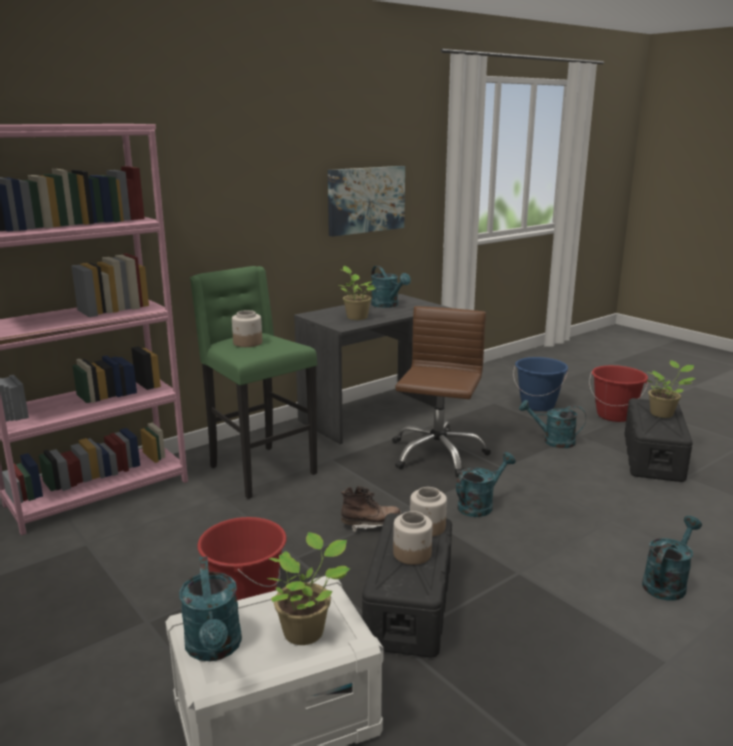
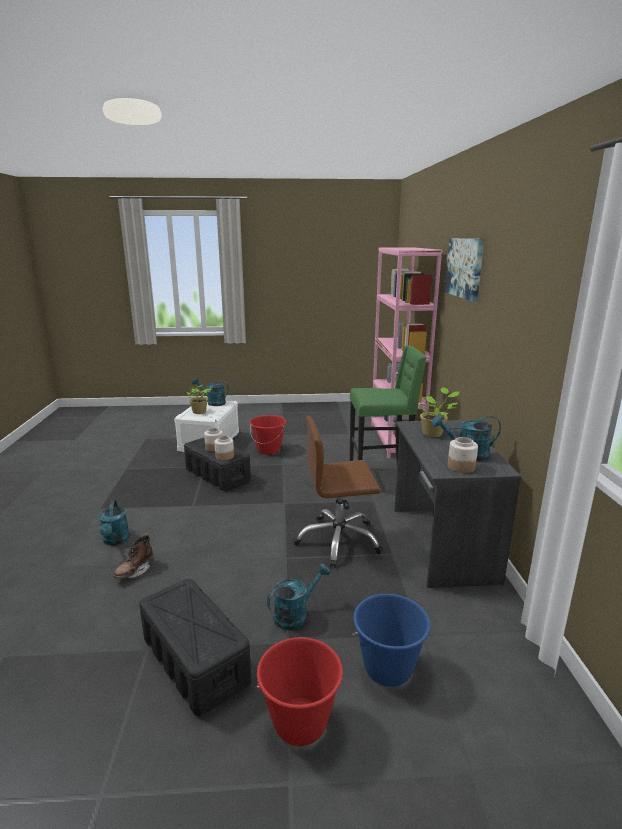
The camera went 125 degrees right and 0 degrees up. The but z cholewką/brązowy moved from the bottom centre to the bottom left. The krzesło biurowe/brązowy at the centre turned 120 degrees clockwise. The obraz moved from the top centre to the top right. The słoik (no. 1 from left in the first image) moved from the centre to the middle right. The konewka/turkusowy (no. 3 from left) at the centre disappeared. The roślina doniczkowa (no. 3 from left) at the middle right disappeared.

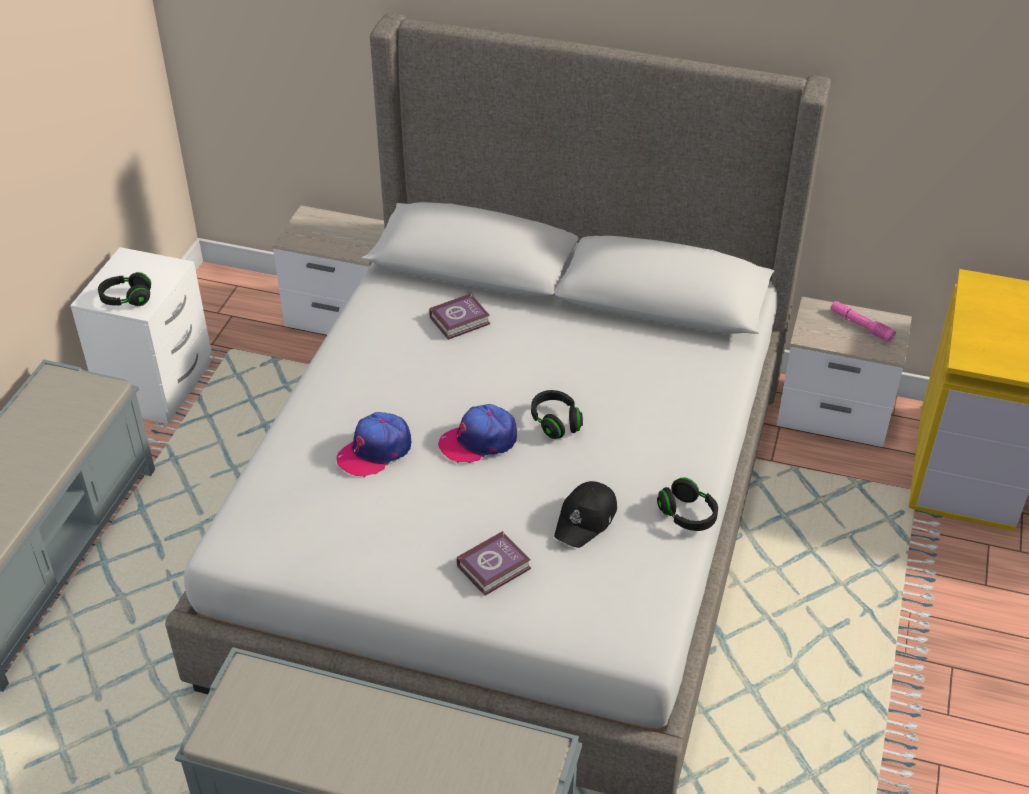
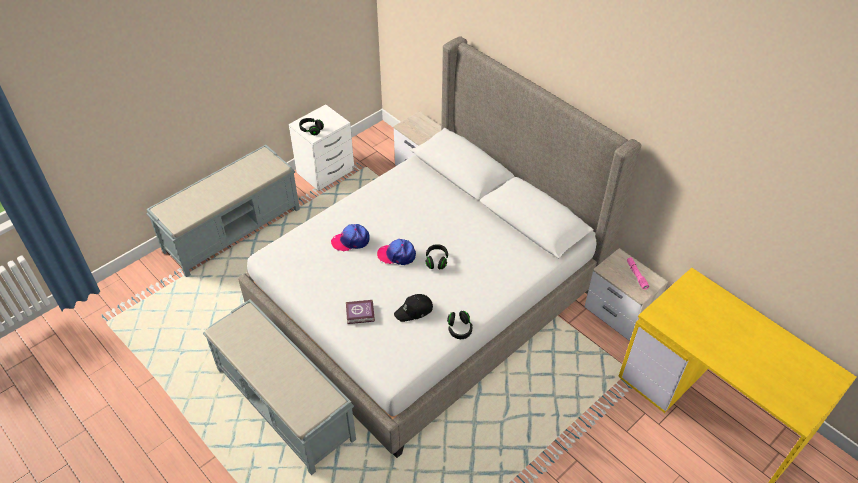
The camera went 30 degrees right and 5 degrees up. The książka (no. 1 from left) at the centre disappeared.

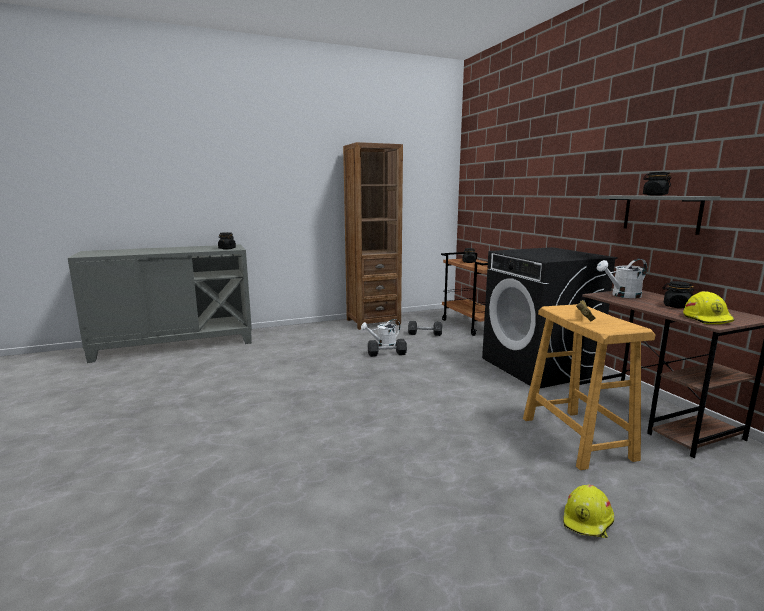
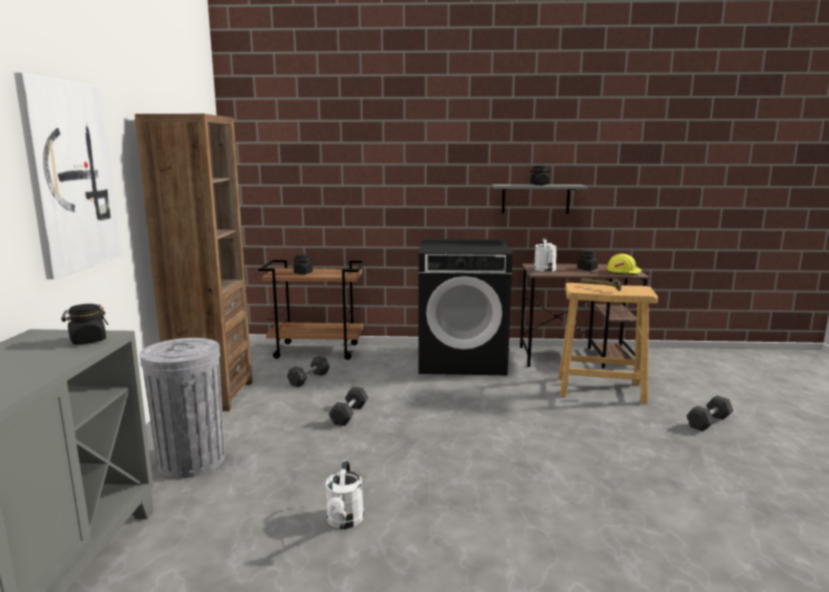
The camera went 65 degrees left and 0 degrees up. The obraz at the top left appeared. The kosz na śmieci/szary at the bottom left appeared. The konewka/biały (no. 1 from left) moved from the centre to the bottom centre. The kask/żółty (no. 1 from left) at the bottom right was replaced by the hantel/czarny (no. 3 from left) at the bottom right.

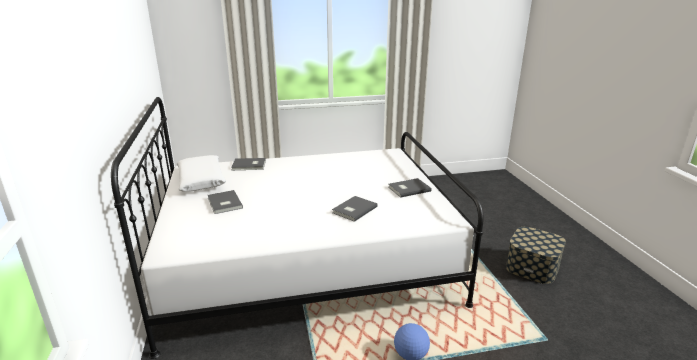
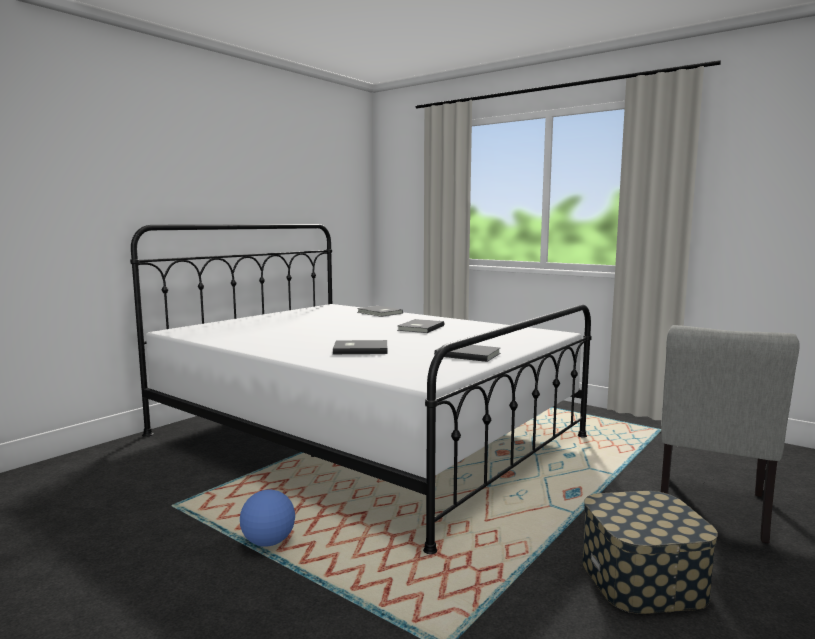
The camera went 50 degrees right and 15 degrees down. The książka/szary (no. 1 from left in the first image) moved from the middle left to the centre. The krzesło/szary at the bottom right appeared. The poduszka/biały at the middle left disappeared.

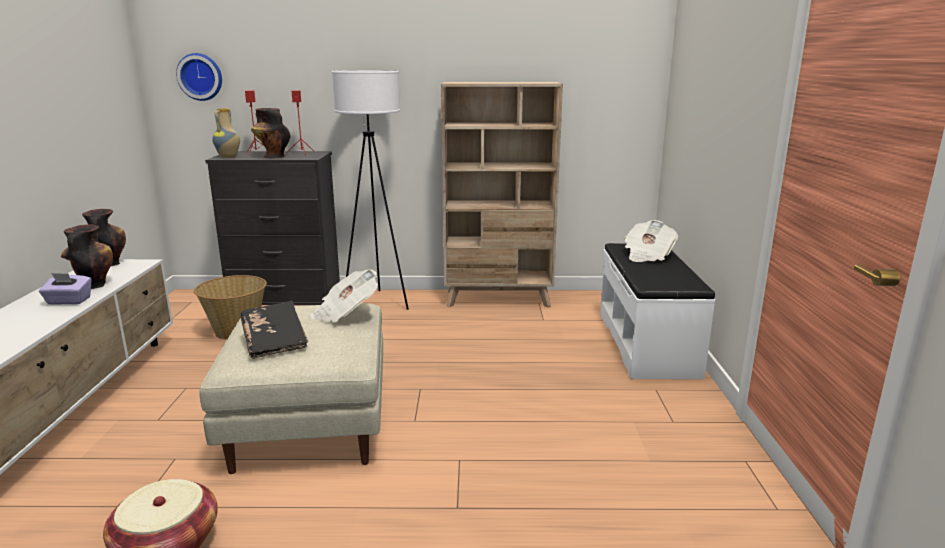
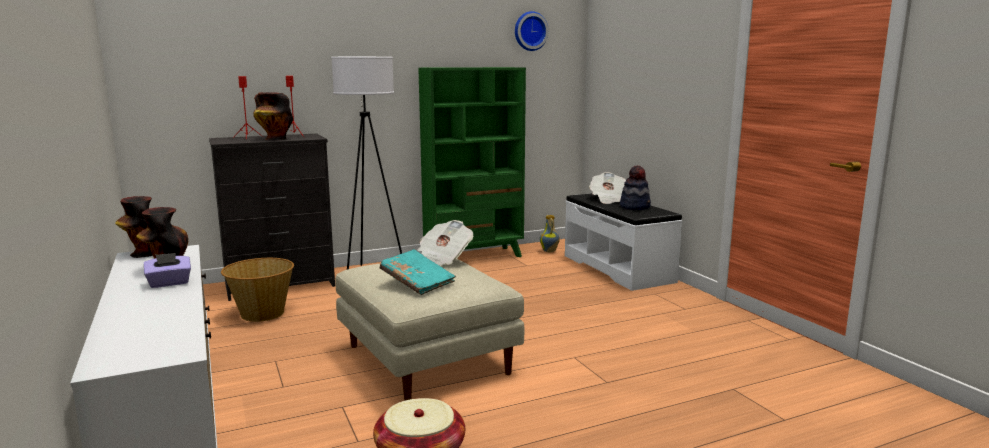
The camera went 25 degrees left and 5 degrees down. The książka/czarny at the middle left became the książka/turkusowy at the centre. The regał/beżowy at the centre became the regał/zielony at the centre. The zegar ścienny moved from the top left to the top centre. The wazon (no. 3 from left in the first image) moved from the top left to the centre. The kapelusz at the centre appeared.

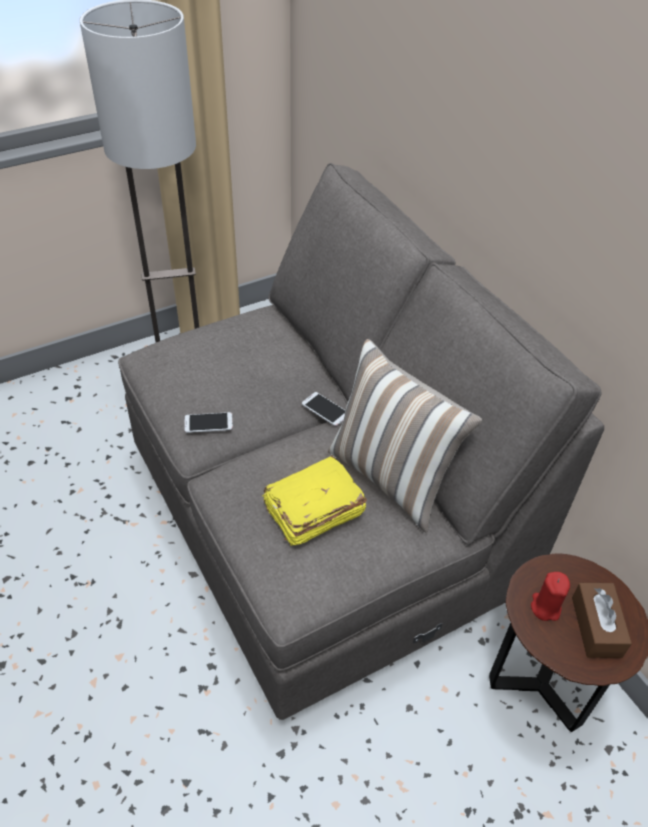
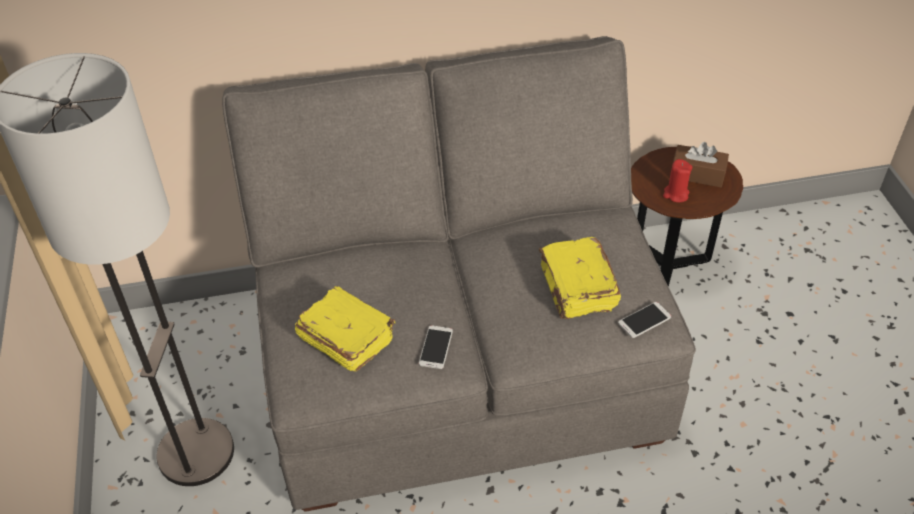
The camera went 70 degrees left and 0 degrees up. The książka/żółty (no. 1 from left) at the centre appeared. The telefon (no. 2 from left) moved from the centre to the middle right. The poduszka at the centre disappeared.

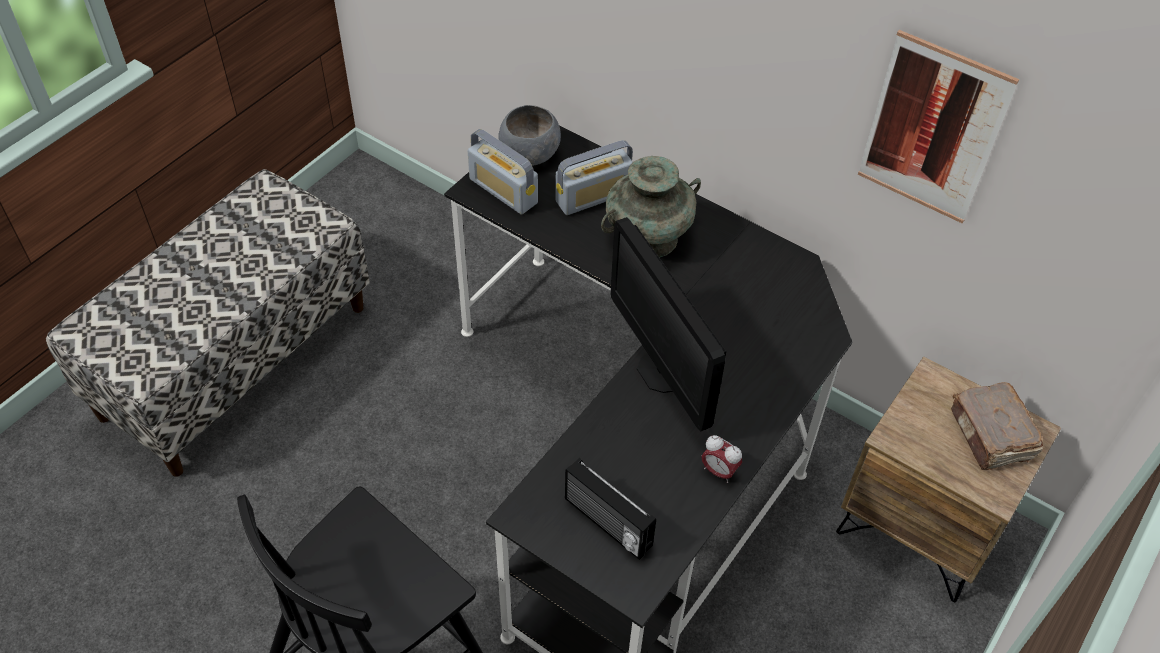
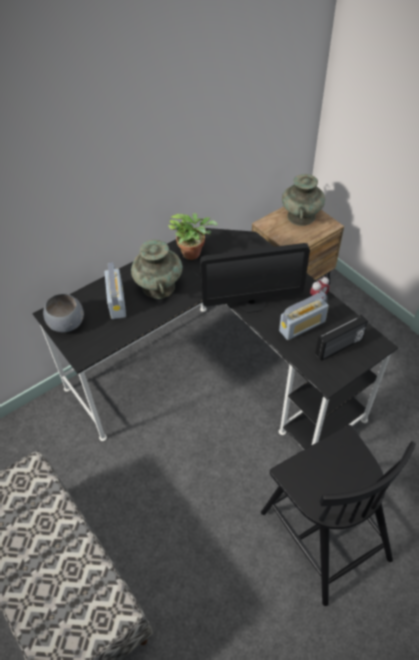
The camera went 70 degrees left and 0 degrees up. The roślina doniczkowa at the centre appeared. The radio (no. 1 from left in the first image) moved from the top centre to the middle right. The książka/brązowy at the middle right was replaced by the wazon/turkusowy (no. 2 from left) at the top right. The obraz at the top right disappeared.

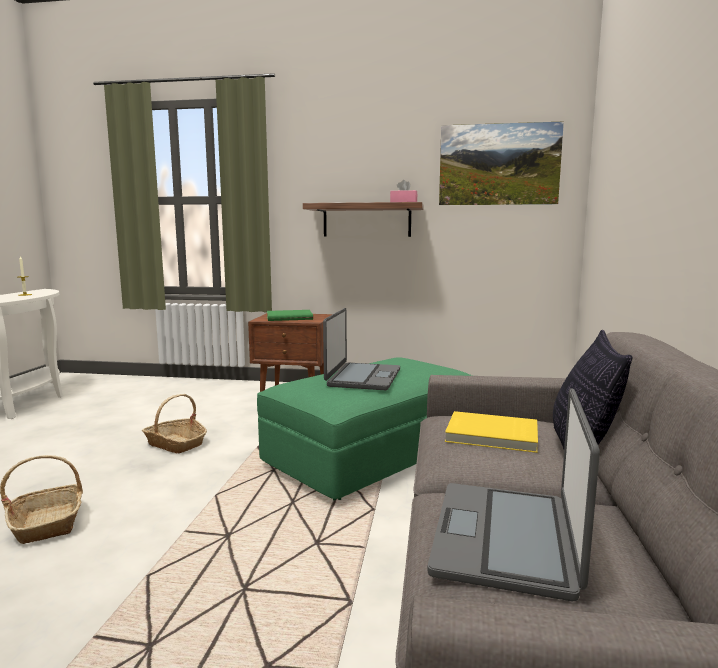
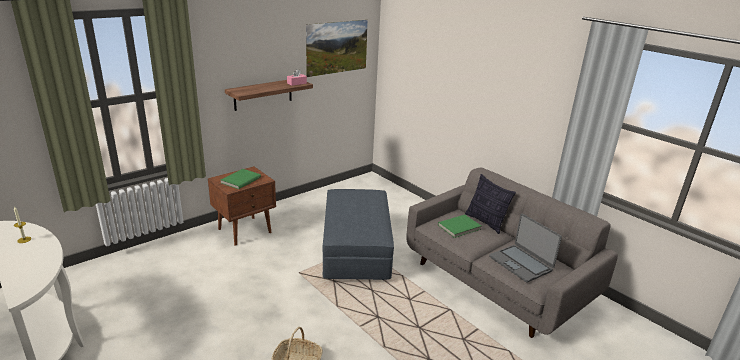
The camera went 50 degrees left and 15 degrees up. The pufa/zielony at the centre became the pufa/szary at the centre. The książka/żółty at the middle right became the książka/zielony (no. 2 from left) at the centre. The koszyk (no. 2 from left) at the middle left disappeared. The laptop (no. 1 from left) at the centre disappeared.

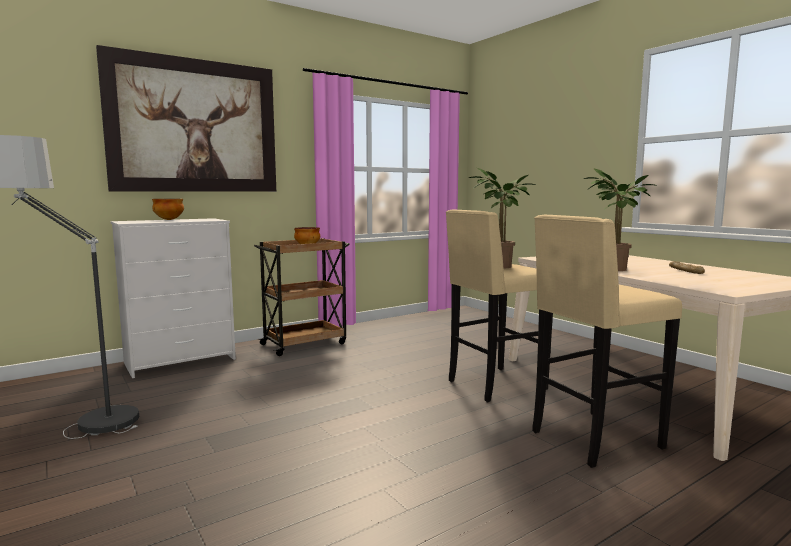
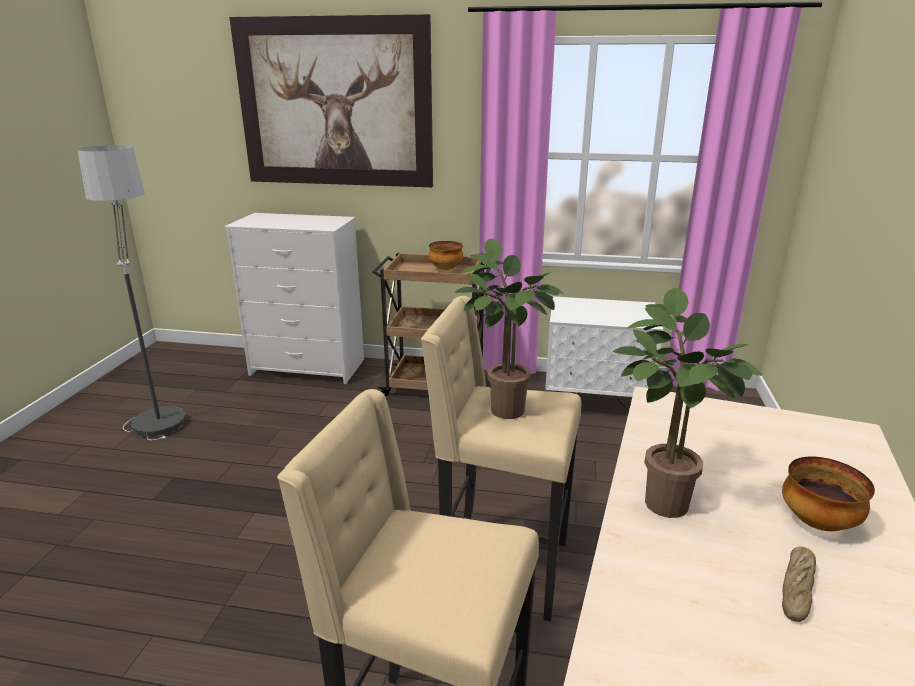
The camera went 45 degrees right and 15 degrees up. The szafka nocna/biały at the centre appeared. The miska (no. 1 from left in the first image) moved from the middle left to the bottom right.

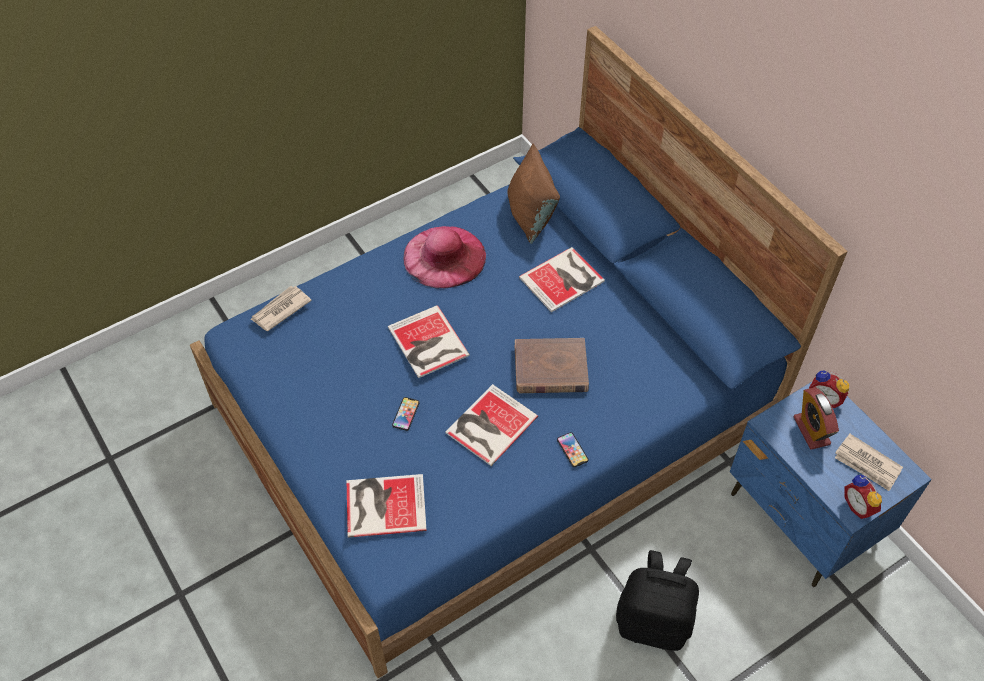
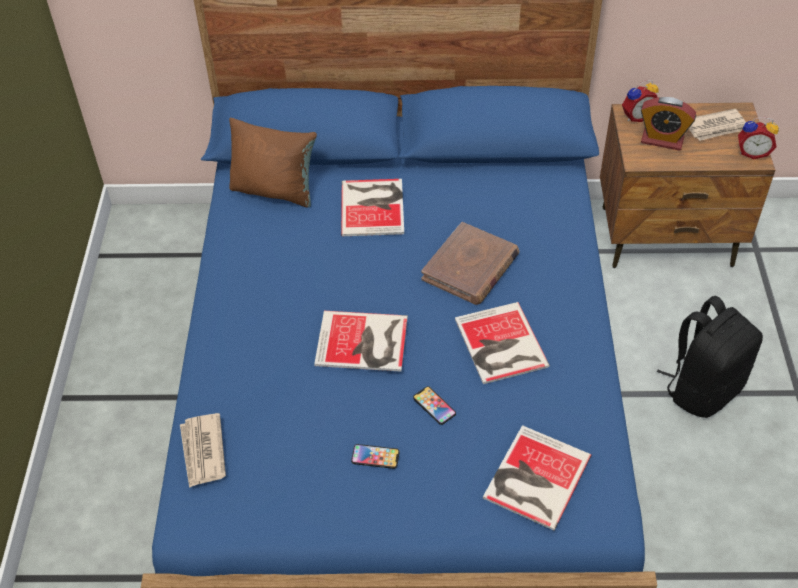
The camera went 55 degrees left and 5 degrees down. The telefon (no. 2 from left in the first image) moved from the centre to the bottom centre. The szafka nocna/niebieski at the bottom right became the szafka nocna/brązowy at the top right. The kapelusz/różowy at the centre disappeared.

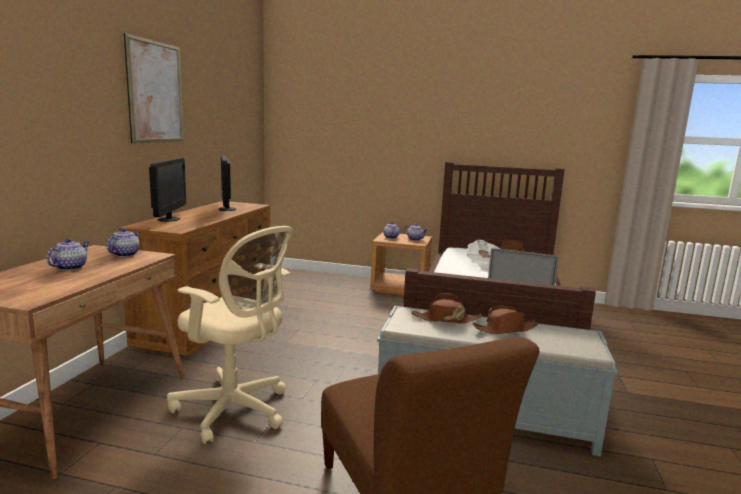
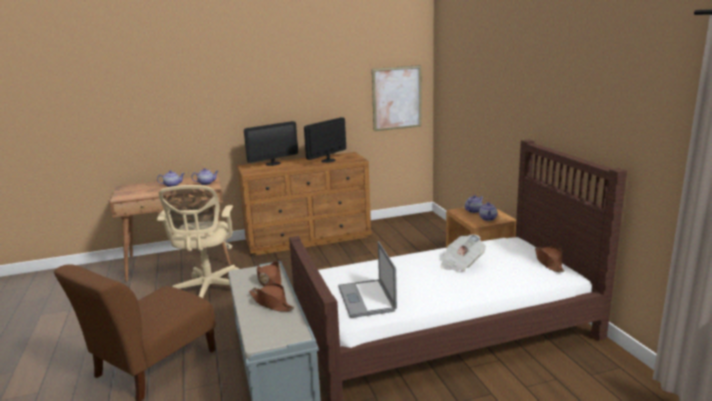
The camera went 60 degrees right and 5 degrees up. The obraz moved from the top left to the top centre.

